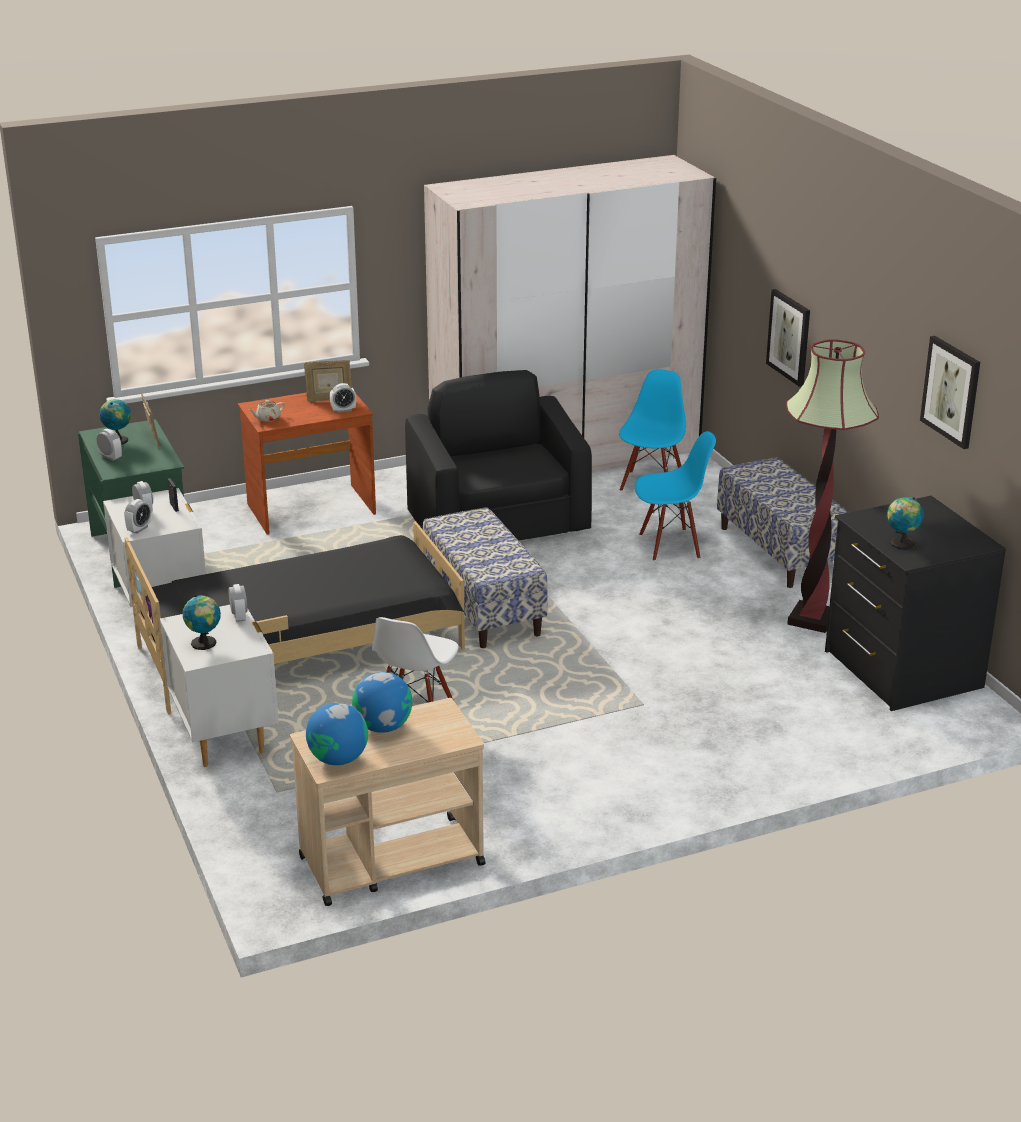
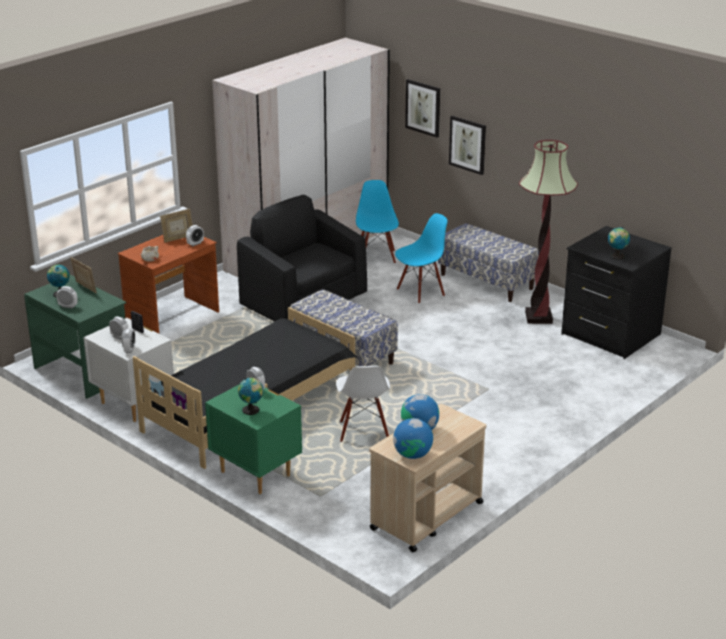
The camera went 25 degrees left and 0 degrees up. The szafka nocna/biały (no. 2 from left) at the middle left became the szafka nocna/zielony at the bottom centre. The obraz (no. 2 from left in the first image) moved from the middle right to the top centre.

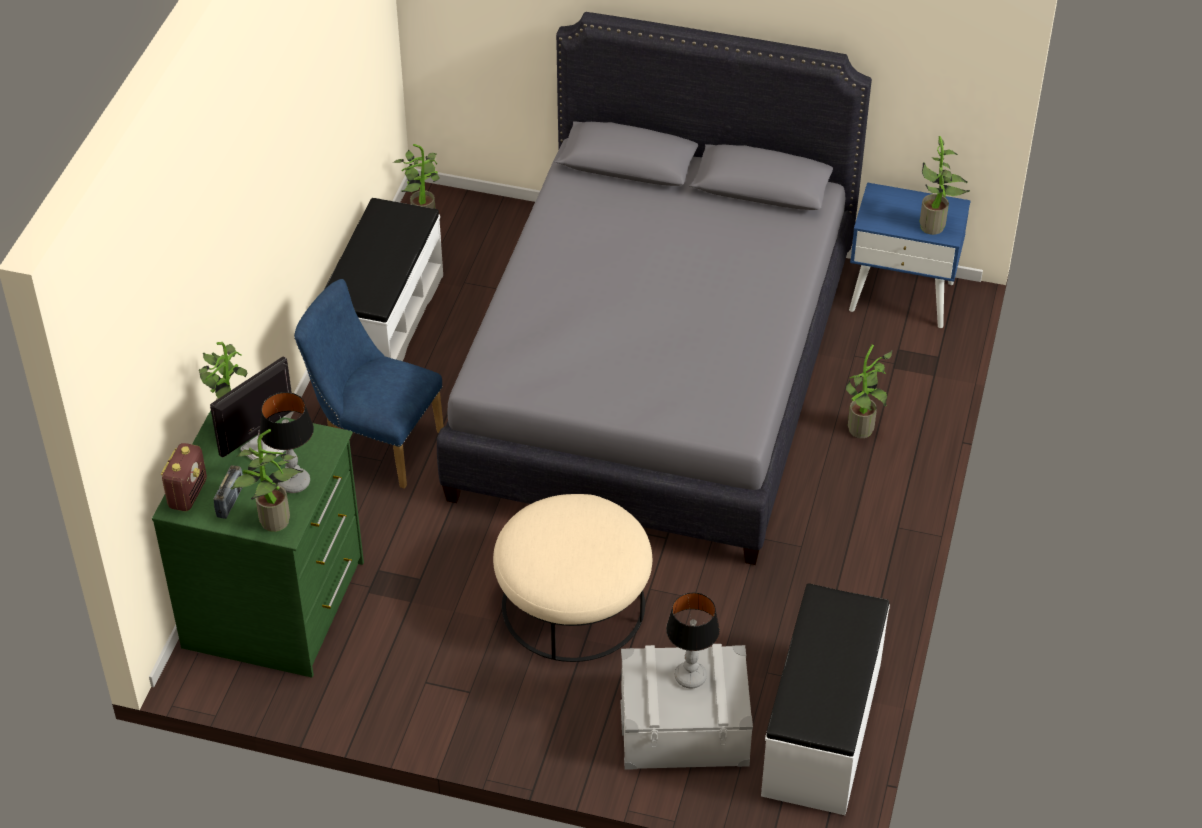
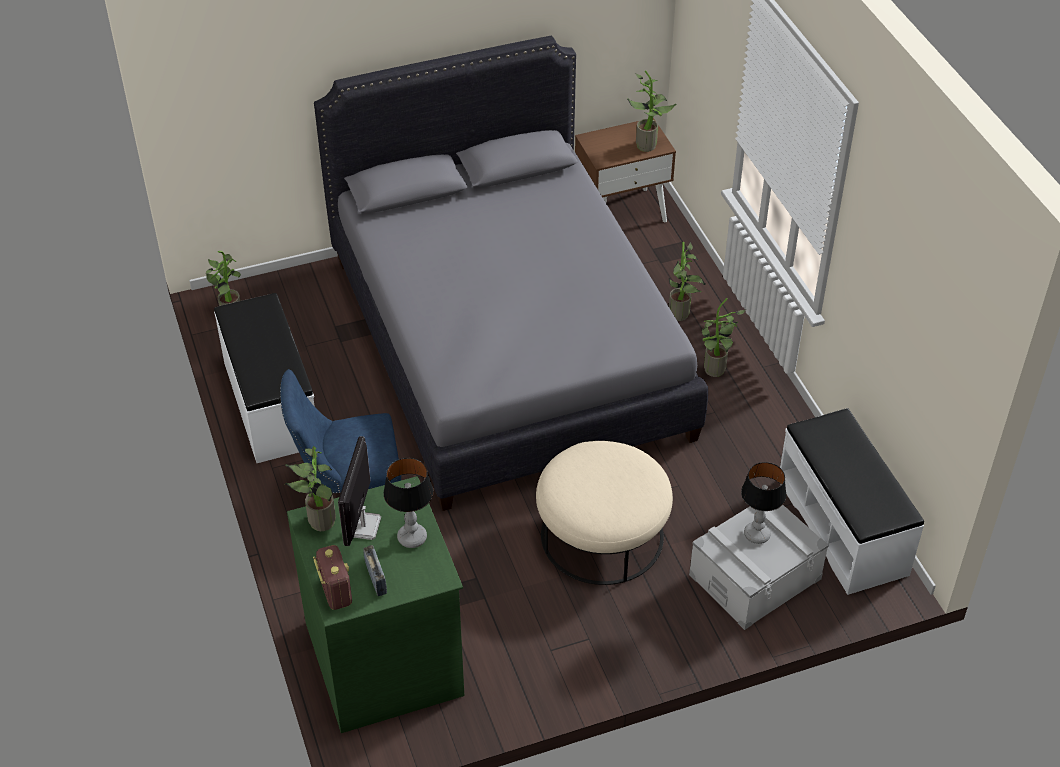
The camera went 35 degrees left and 0 degrees up. The szafka nocna/niebieski at the top right became the szafka nocna/brązowy at the top centre. The roślina doniczkowa (no. 2 from left in the first image) moved from the middle left to the middle right.

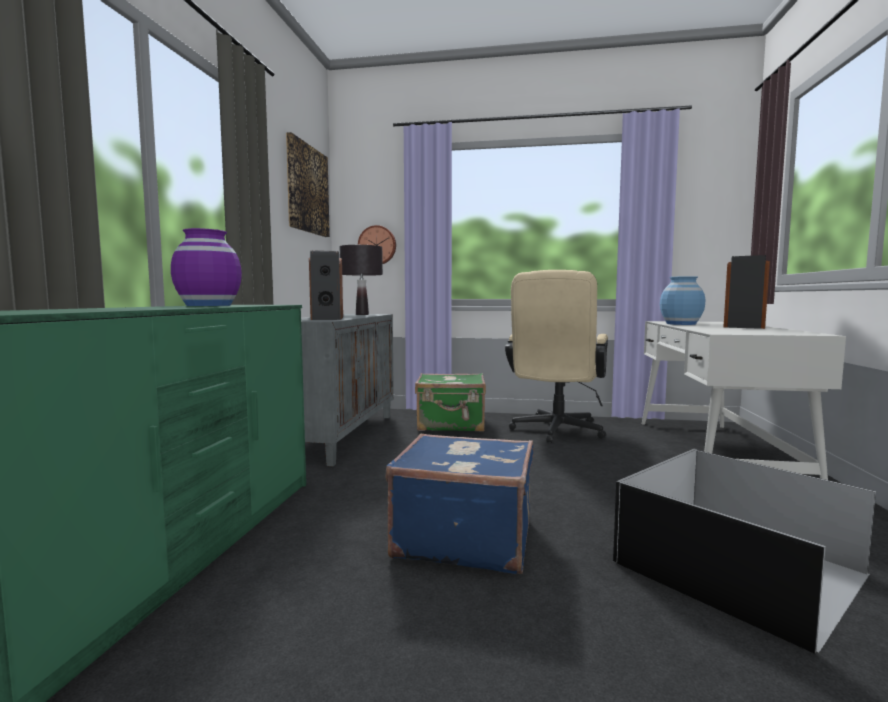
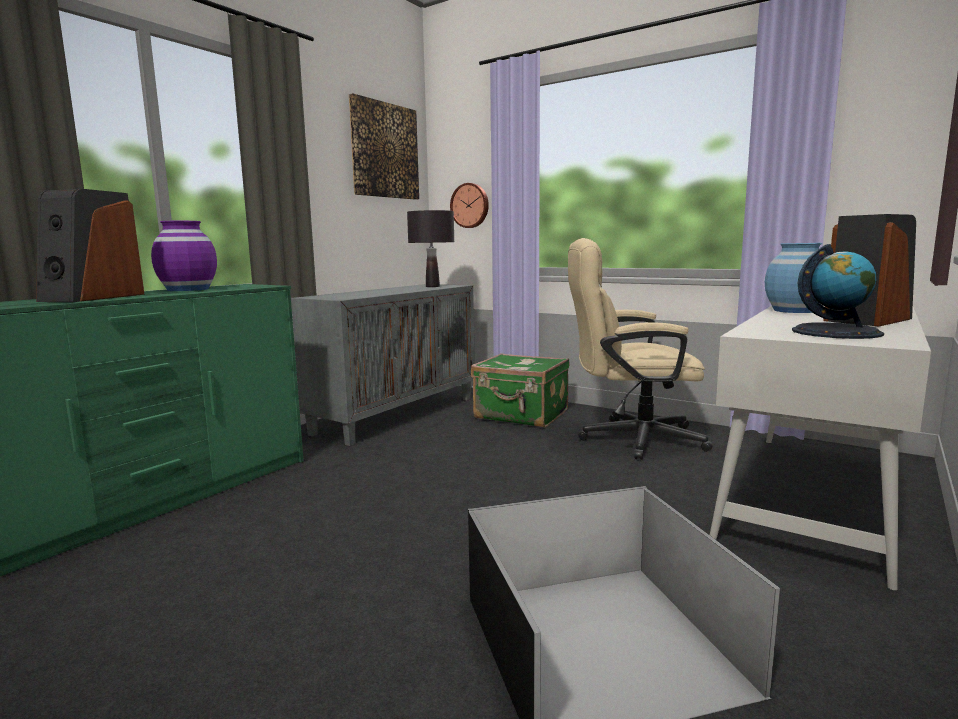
The camera went 25 degrees right and 5 degrees up. The głośnik (no. 1 from left) moved from the centre to the middle left. The krzesło biurowe/beżowy at the centre turned 45 degrees clockwise. The globus at the middle right appeared. The walizka/niebieski at the bottom centre disappeared.

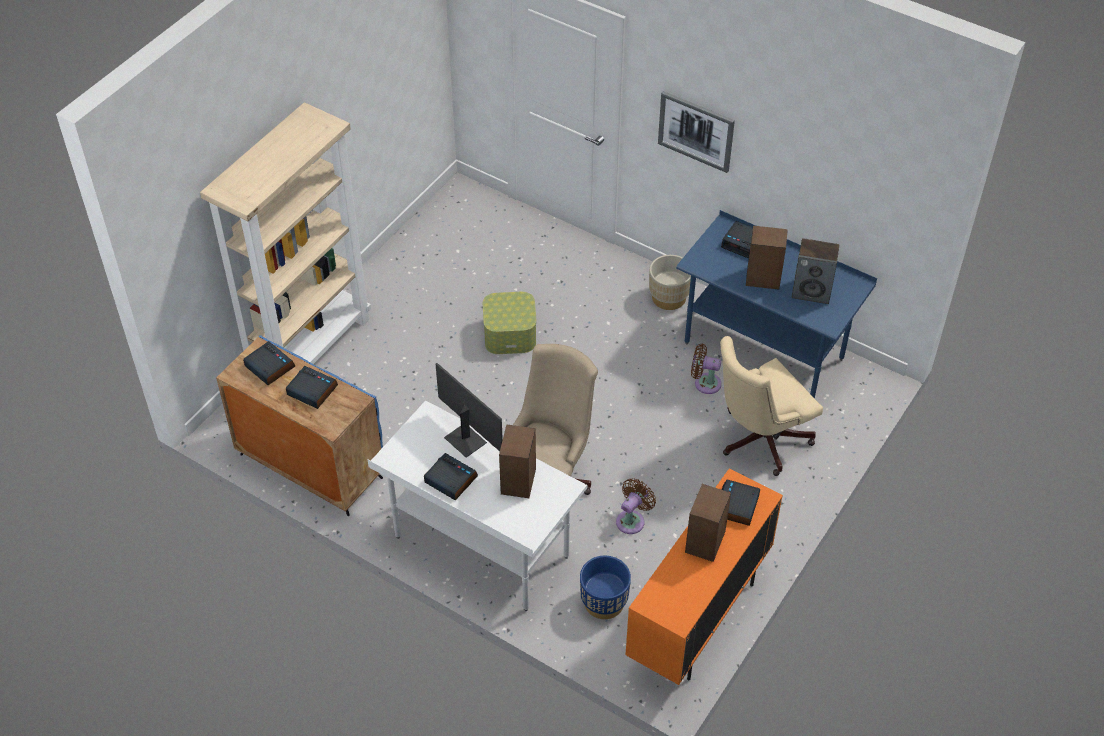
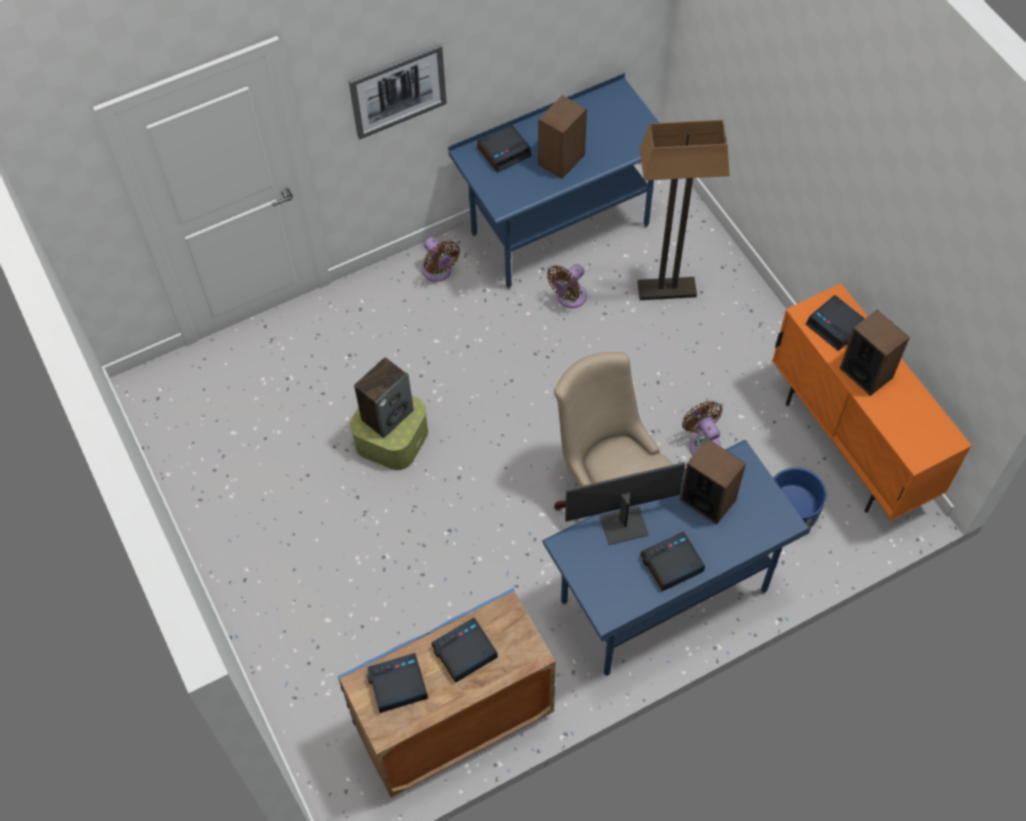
The camera went 60 degrees left and 10 degrees up. The głośnik (no. 4 from left in the first image) moved from the middle right to the centre. The donica/beżowy at the centre was replaced by the wentylator/brązowy (no. 1 from left) at the top centre. The biurko/biały at the bottom centre became the biurko/niebieski (no. 2 from left) at the bottom centre. The krzesło biurowe/beżowy (no. 2 from left) at the middle right was replaced by the lampa stojąca at the top right. The regał/beżowy at the top left disappeared.

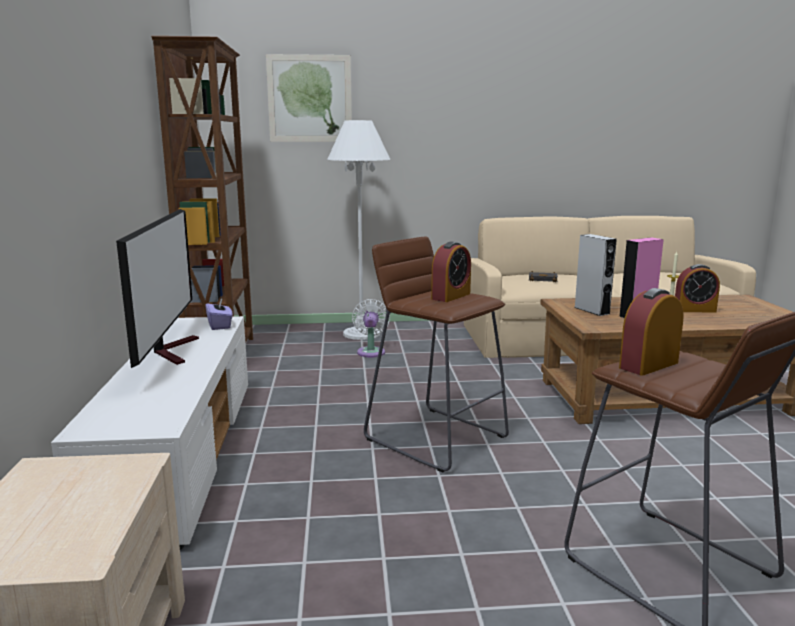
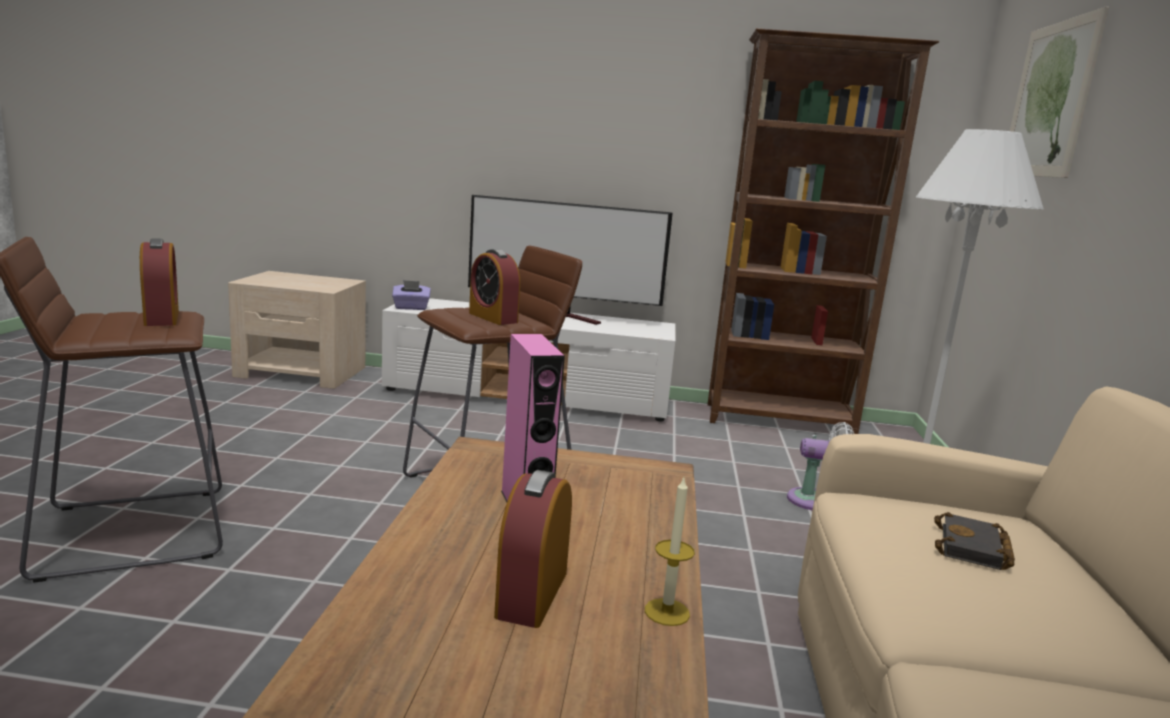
The camera went 100 degrees right and 0 degrees up. The pudełko chusteczek/fioletowy moved from the middle left to the centre. The głośnik/szary at the middle right disappeared.

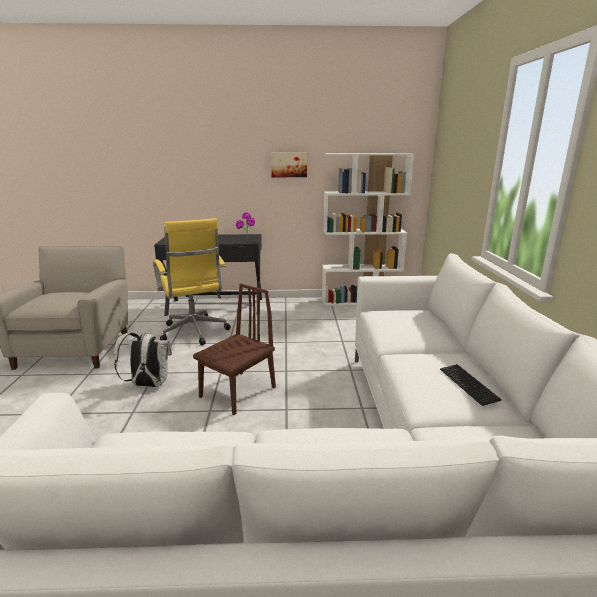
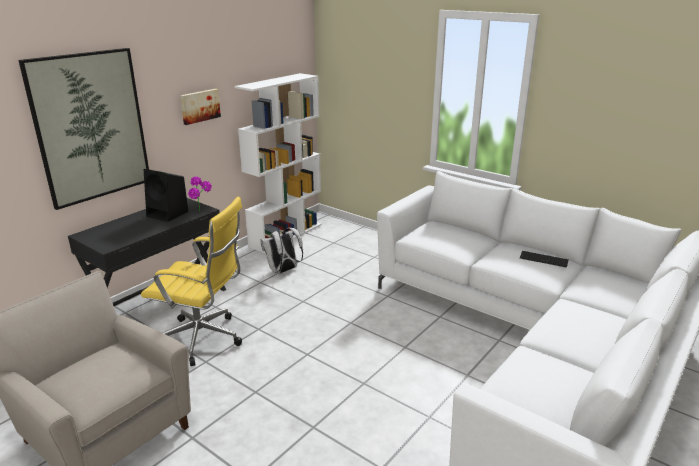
The camera went 50 degrees left and 5 degrees up. The obraz (no. 1 from left) at the top left appeared. The głośnik/czarny at the middle left appeared. The plecak/biały moved from the middle left to the centre. The krzesło/brązowy at the centre disappeared.

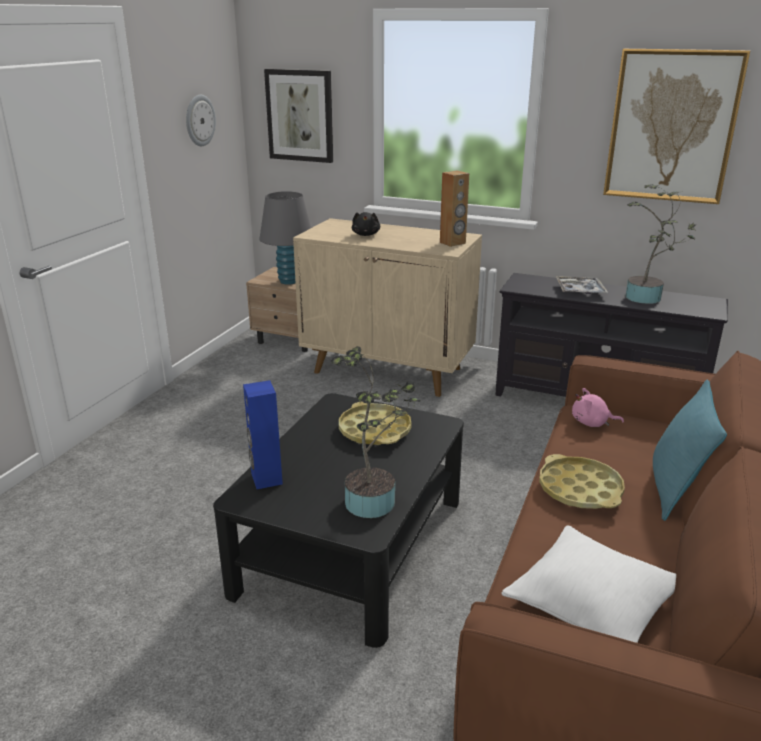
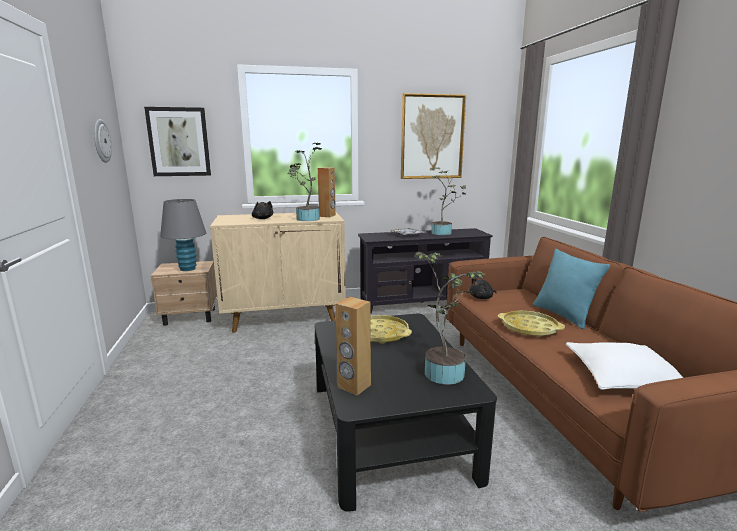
The camera went 35 degrees left and 10 degrees down. The roślina doniczkowa (no. 1 from left) at the centre appeared. The głośnik/niebieski at the centre became the głośnik/brązowy (no. 2 from left) at the centre. The pluszak/różowy at the middle right became the pluszak/czarny (no. 2 from left) at the centre.

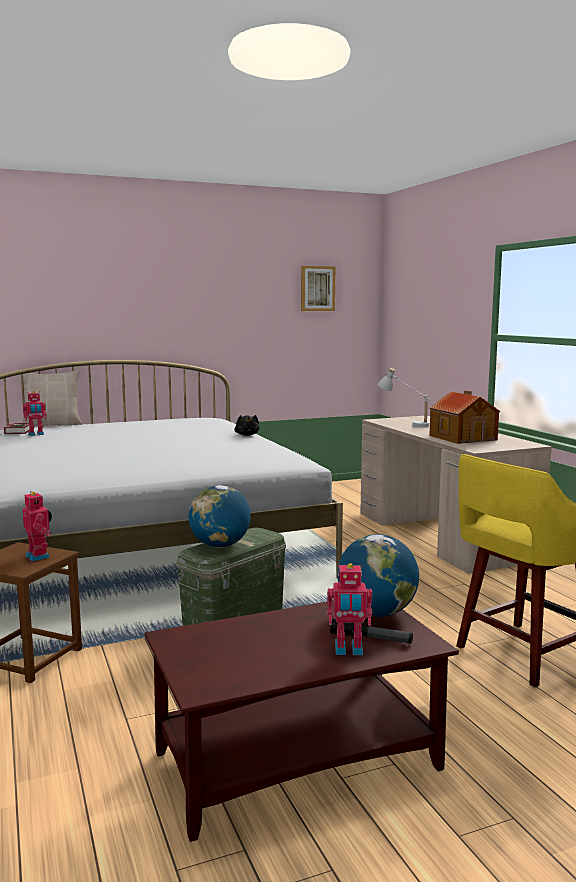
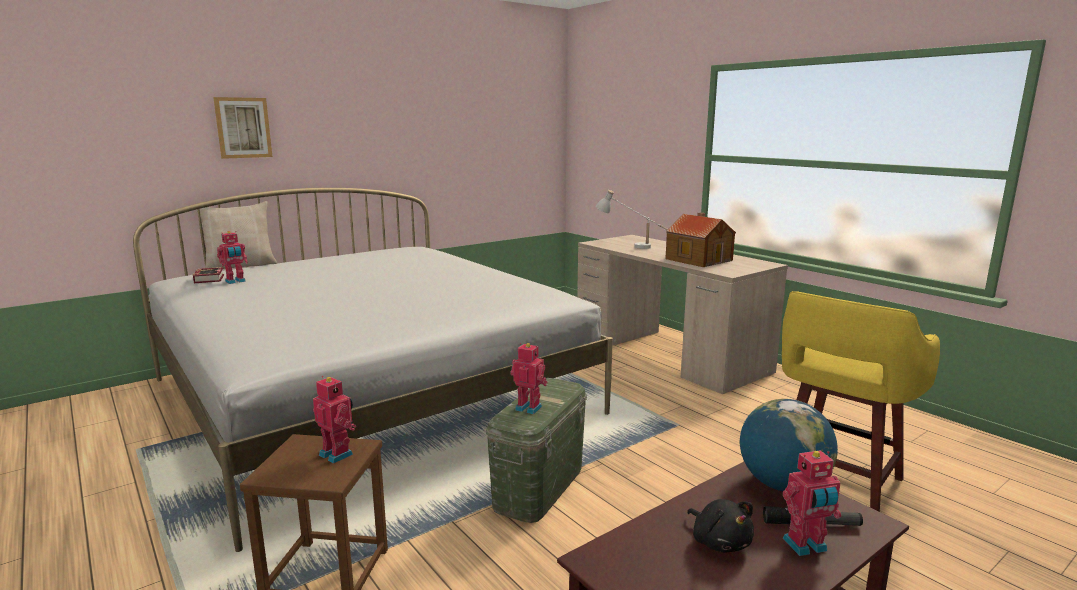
The camera went 15 degrees left and 5 degrees up. The obraz moved from the top centre to the top left. The globus (no. 1 from left) at the centre was replaced by the robot zabawkowy (no. 3 from left) at the centre. The pluszak/czarny moved from the centre to the bottom right.

